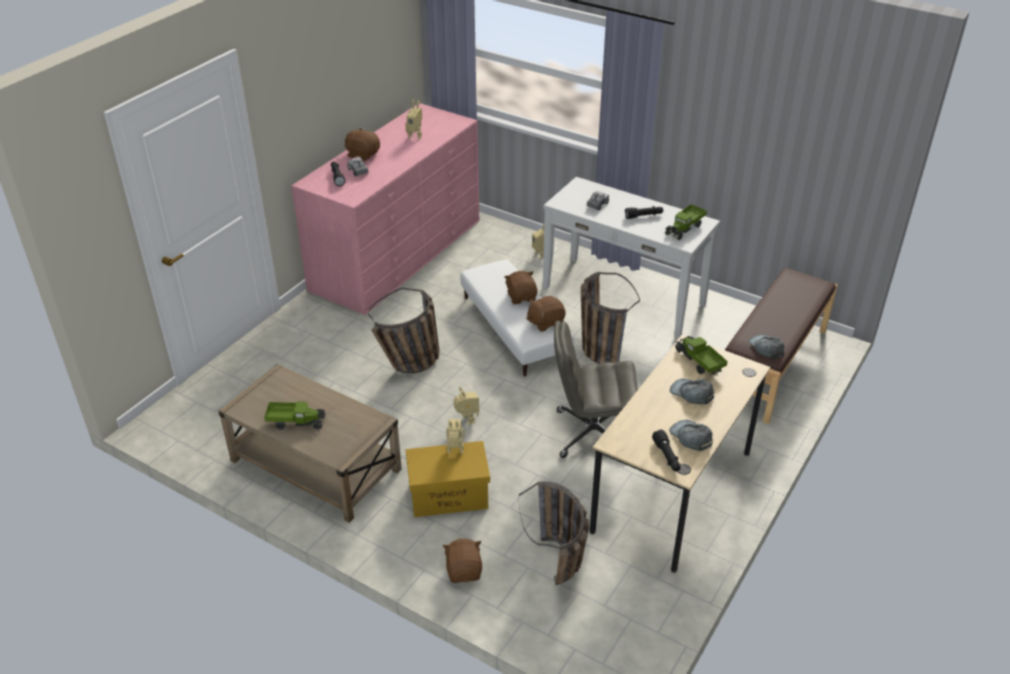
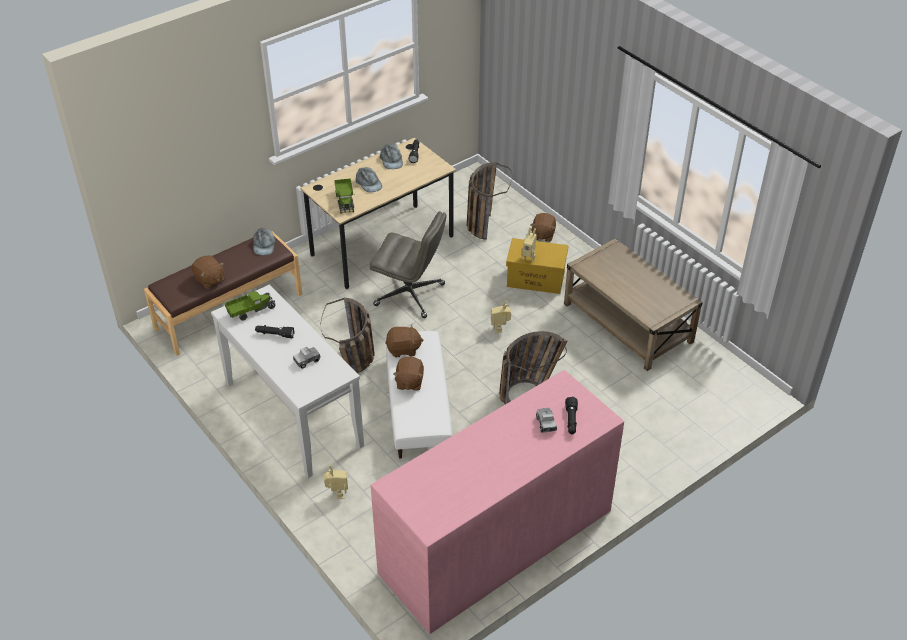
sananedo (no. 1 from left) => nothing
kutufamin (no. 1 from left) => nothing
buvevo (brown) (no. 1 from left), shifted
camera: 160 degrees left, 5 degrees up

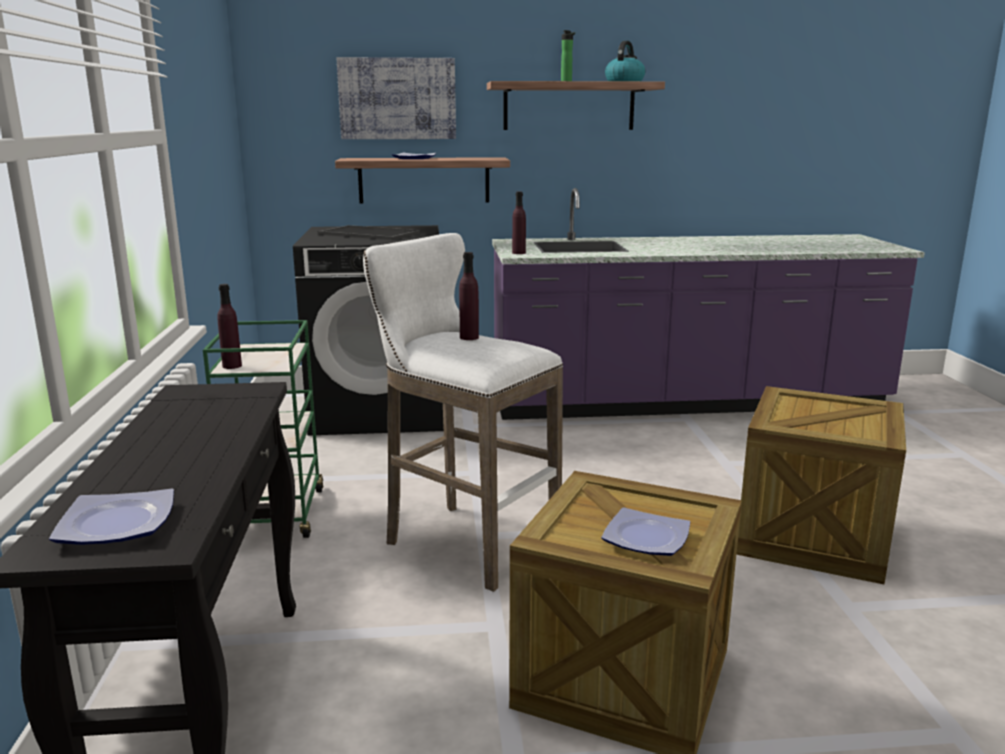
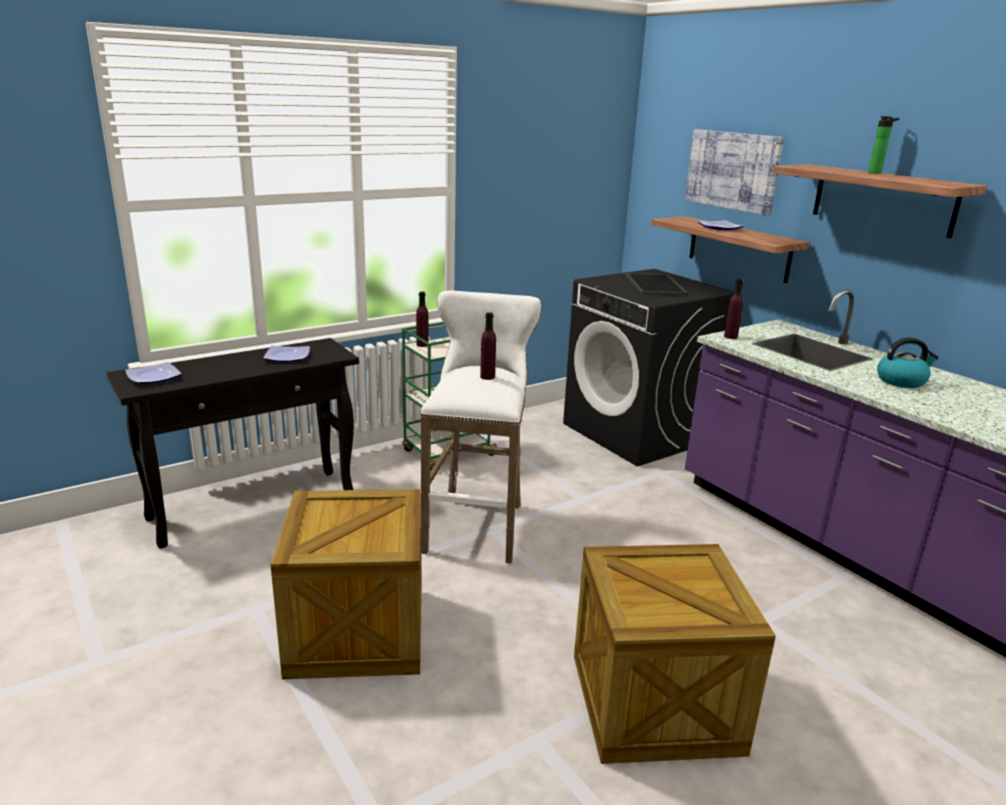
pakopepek (no. 3 from left in the first image) => pakopepek (no. 2 from left), shifted
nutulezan, shifted
camera: 60 degrees right, 5 degrees up

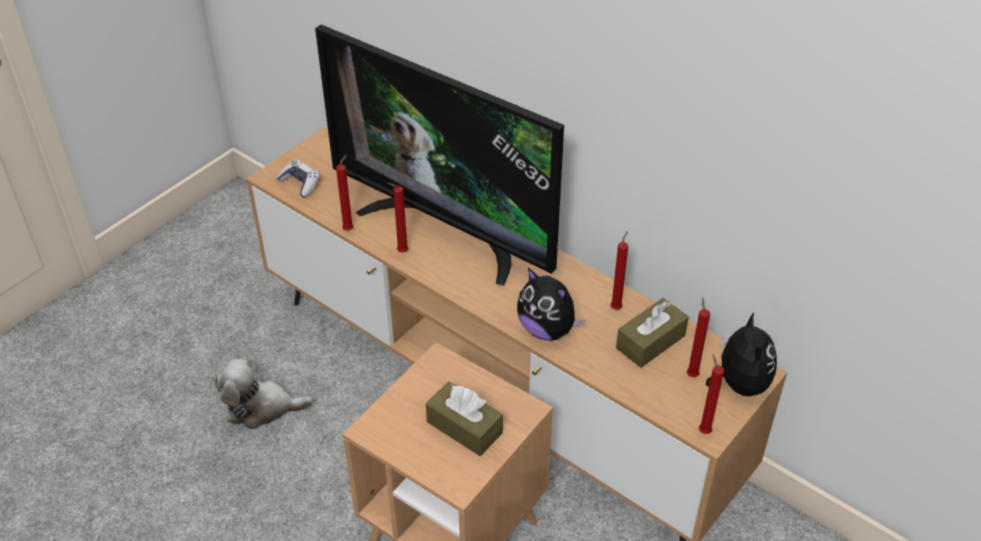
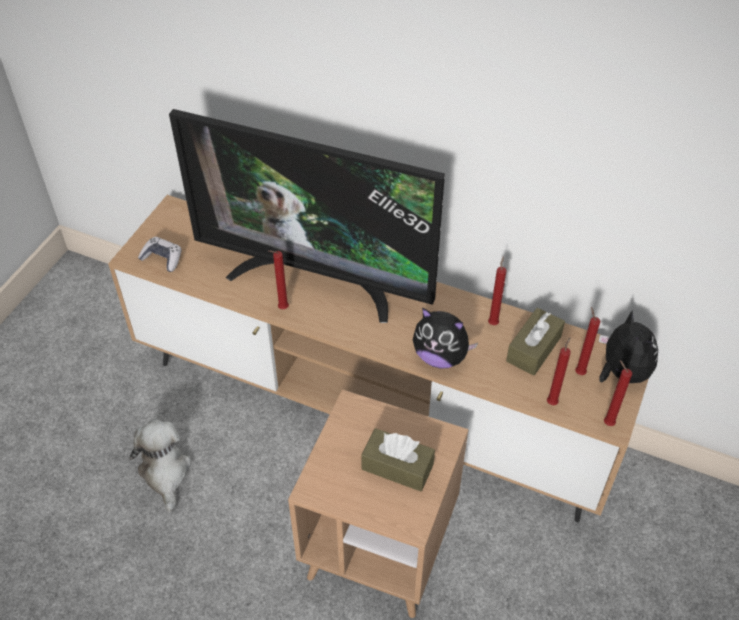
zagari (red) (no. 1 from left in the first image) => zagari (red) (no. 3 from left), shifted
buvevo (no. 1 from left), 90 degrees clockwise
camera: 15 degrees left, 5 degrees up

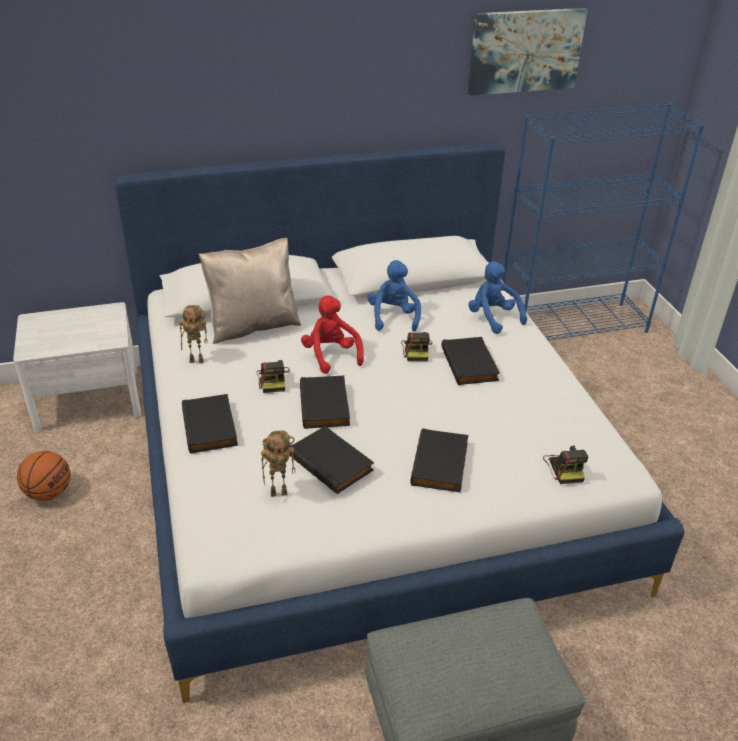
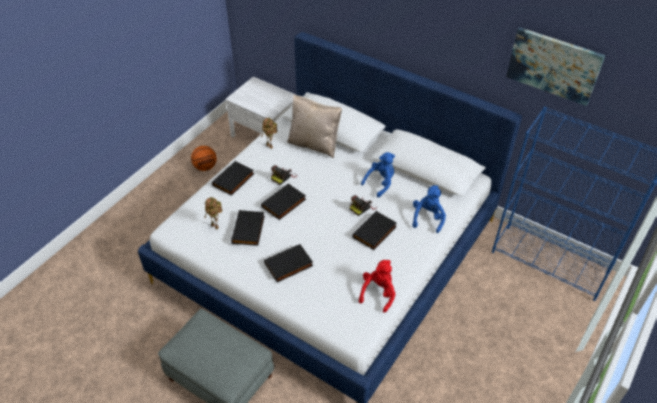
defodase (no. 3 from left) => nothing
buvevo (red), shifted
camera: 50 degrees right, 10 degrees up

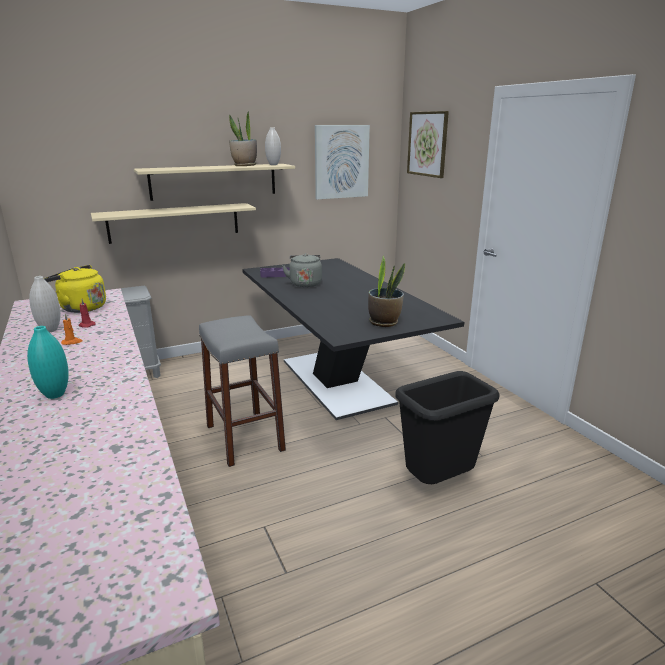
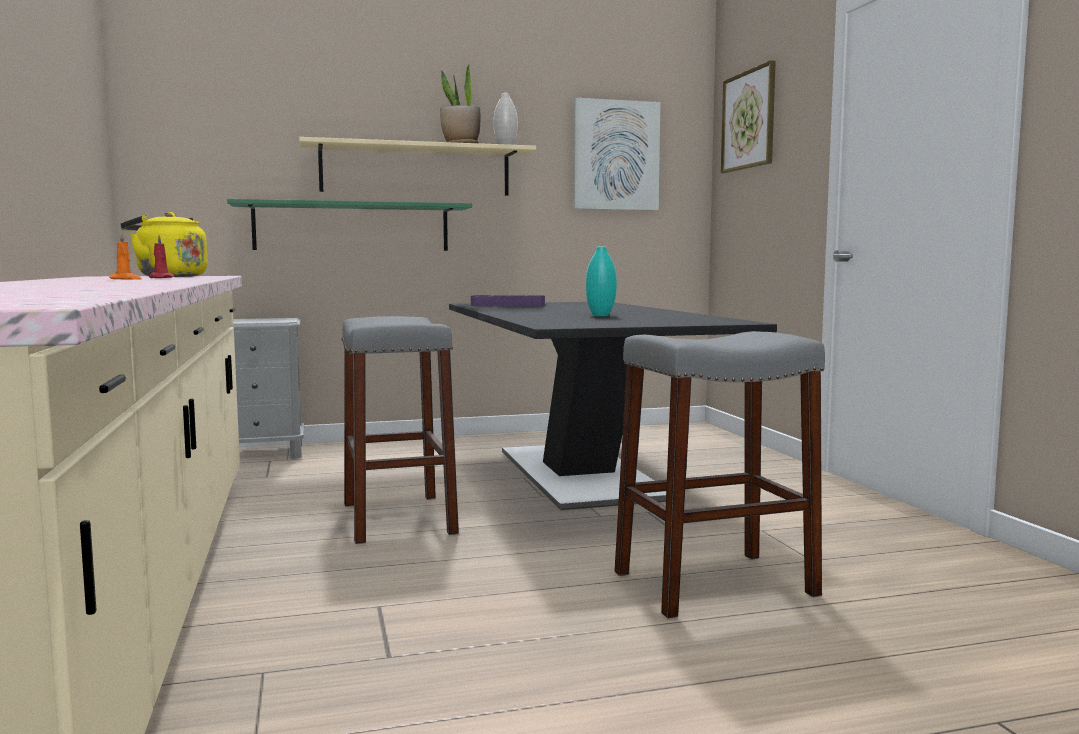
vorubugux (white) (no. 1 from left) => nothing
nutulezan (grey) => nothing
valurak (no. 2 from left) => nothing
vorubugux (turquoise), shifted
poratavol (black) => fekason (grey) (no. 2 from left)
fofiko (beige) (no. 1 from left) => fofiko (green)
camera: 10 degrees right, 15 degrees down

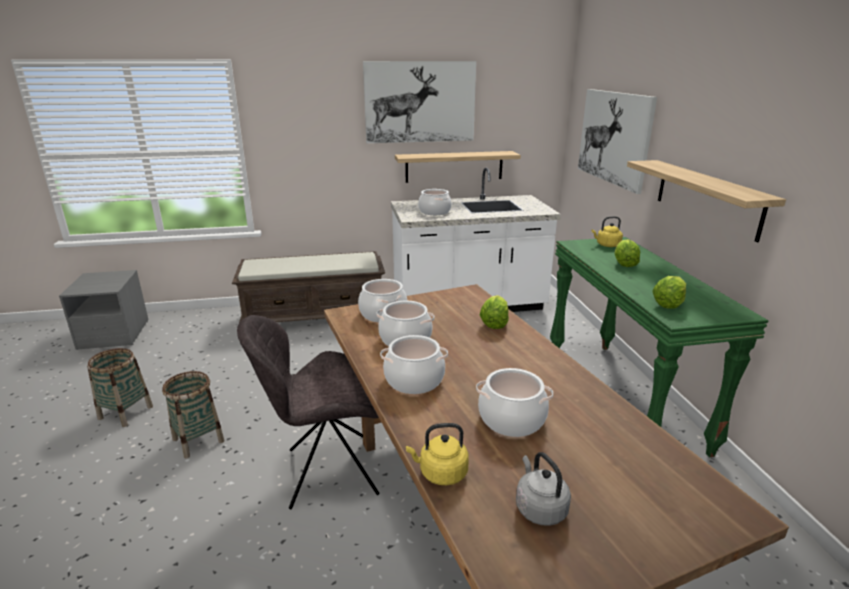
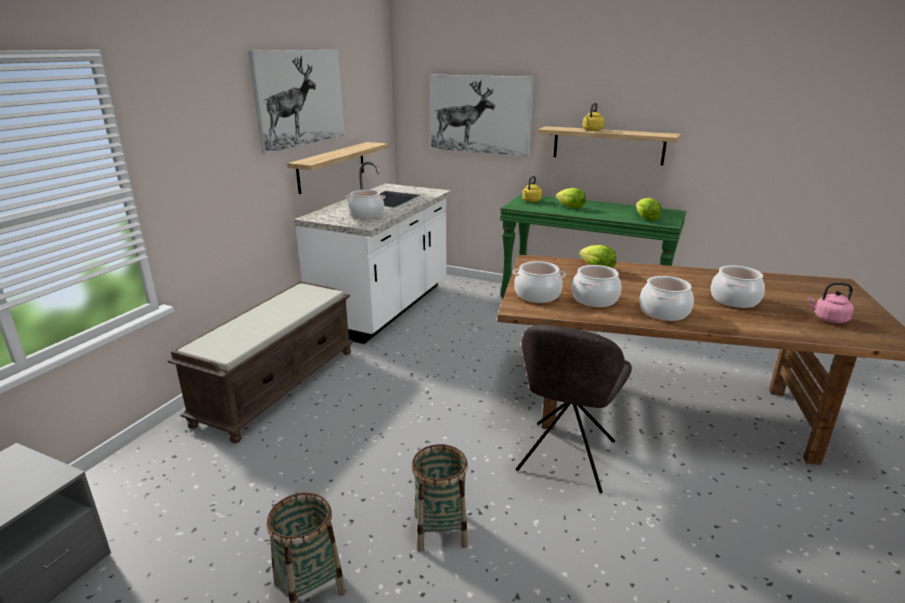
nutulezan (yellow) (no. 1 from left in the first image) => nutulezan (yellow) (no. 2 from left), shifted
nutulezan (grey) => nutulezan (pink)
camera: 55 degrees left, 0 degrees up

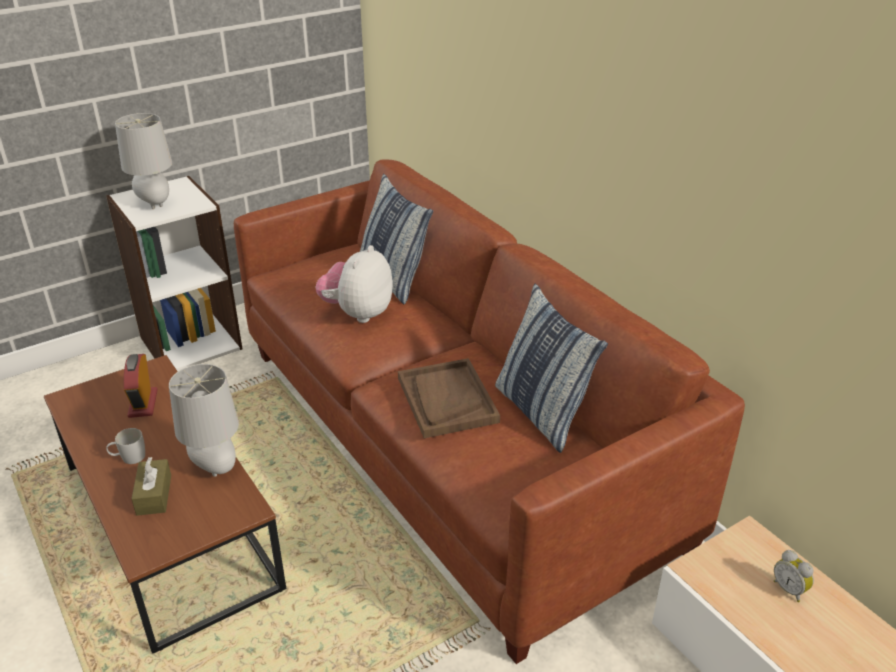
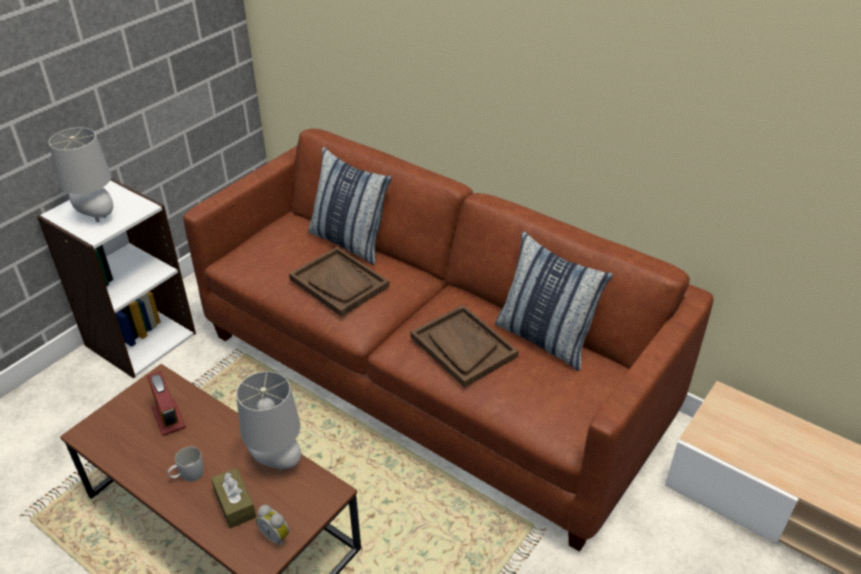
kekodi (no. 2 from left), shifted
buvevo => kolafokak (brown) (no. 1 from left)
camera: 20 degrees left, 5 degrees up

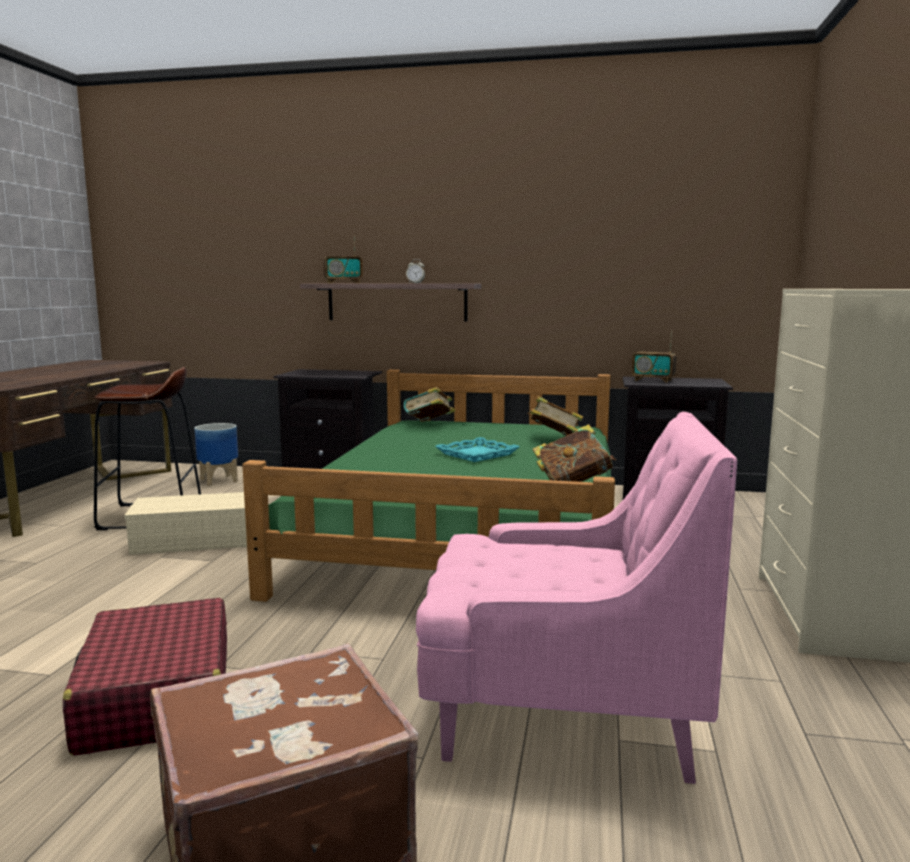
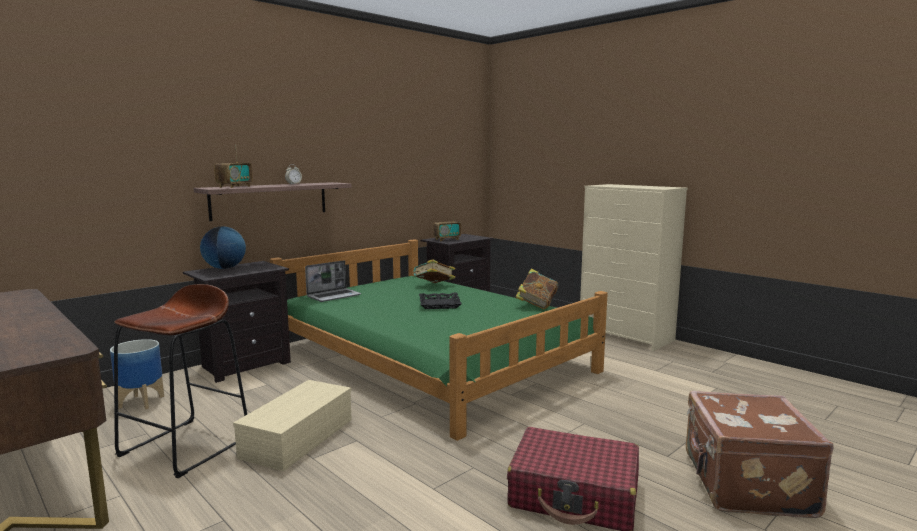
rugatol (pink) => nothing
nothing => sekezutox
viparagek (no. 1 from left) => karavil
kolafokak (turquoise) => kolafokak (black)
camera: 55 degrees left, 0 degrees up

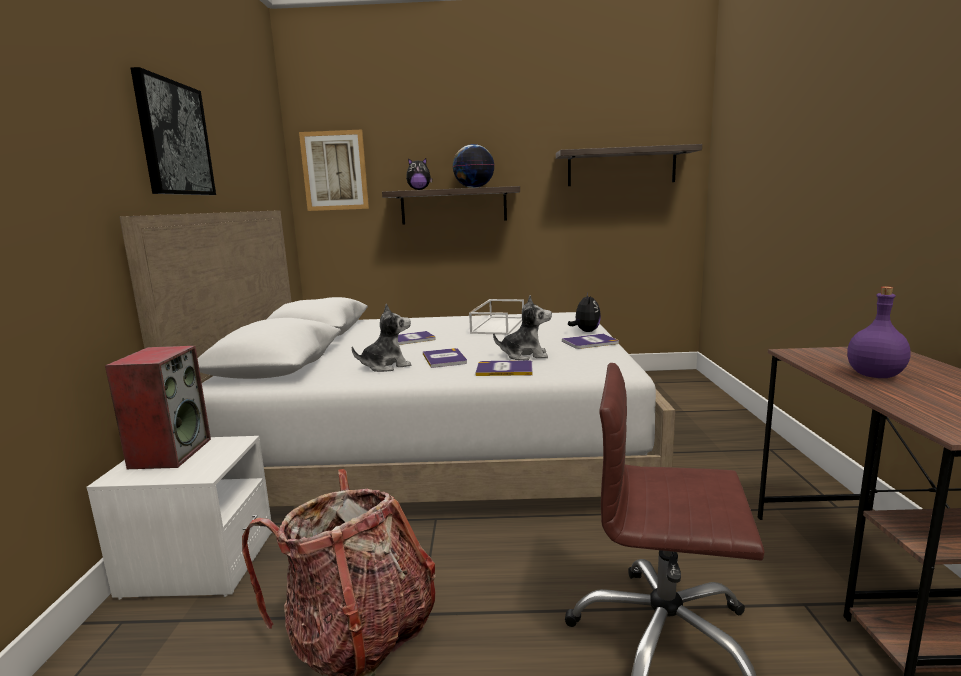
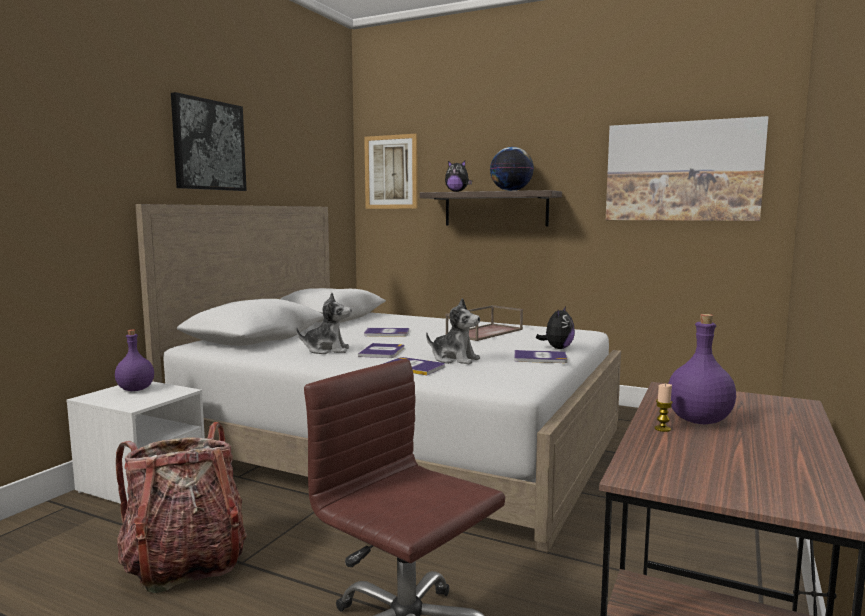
nothing => zagari
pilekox => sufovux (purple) (no. 1 from left)
fofiko (no. 2 from left) => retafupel (no. 3 from left)
kolafokak (white) => kolafokak (brown)
camera: 25 degrees right, 5 degrees down

